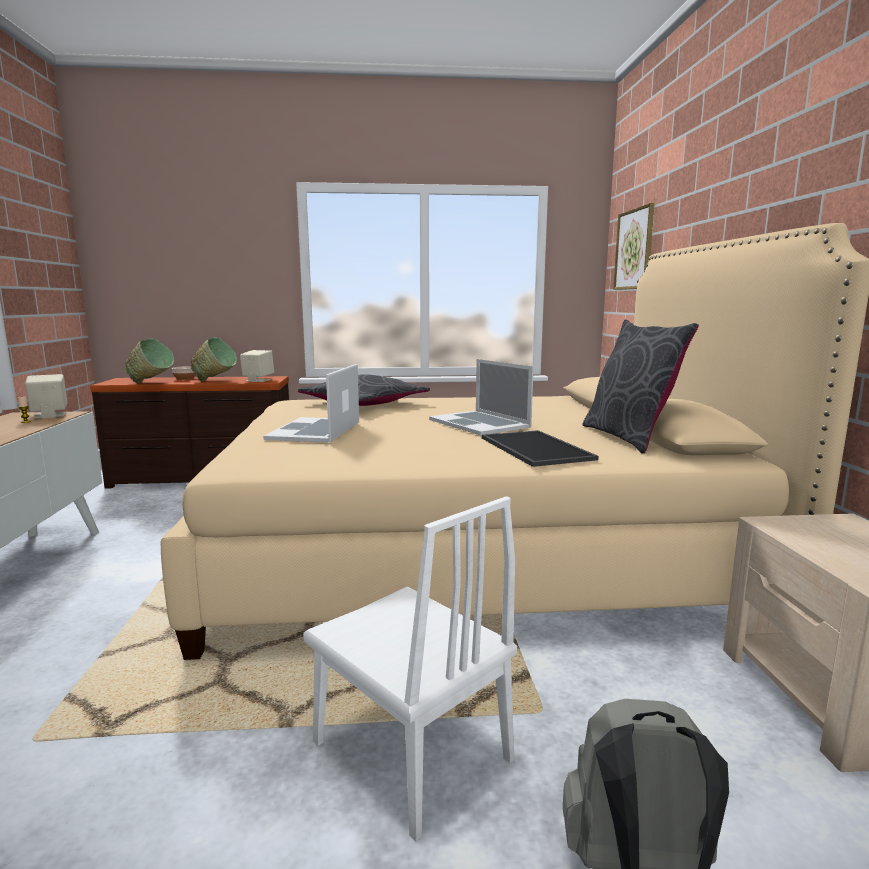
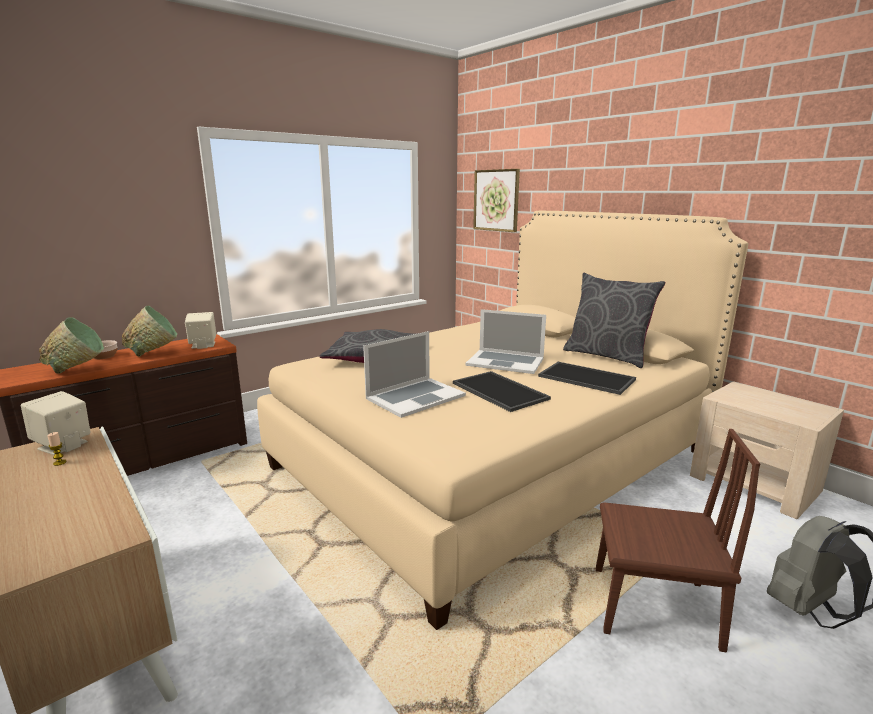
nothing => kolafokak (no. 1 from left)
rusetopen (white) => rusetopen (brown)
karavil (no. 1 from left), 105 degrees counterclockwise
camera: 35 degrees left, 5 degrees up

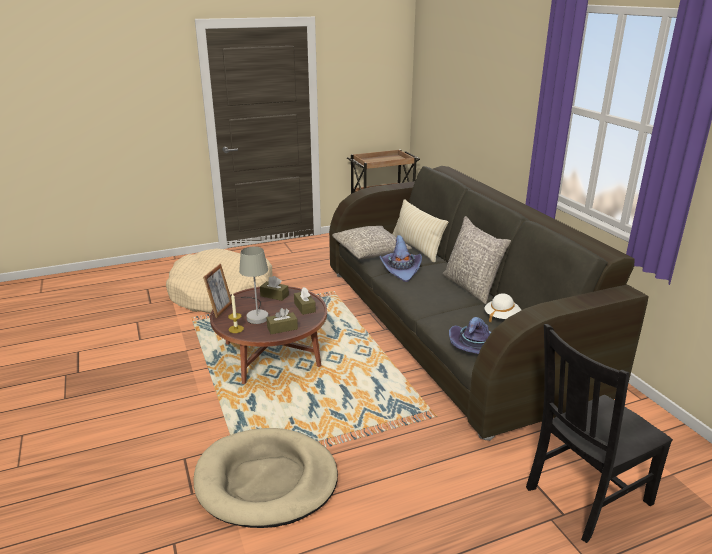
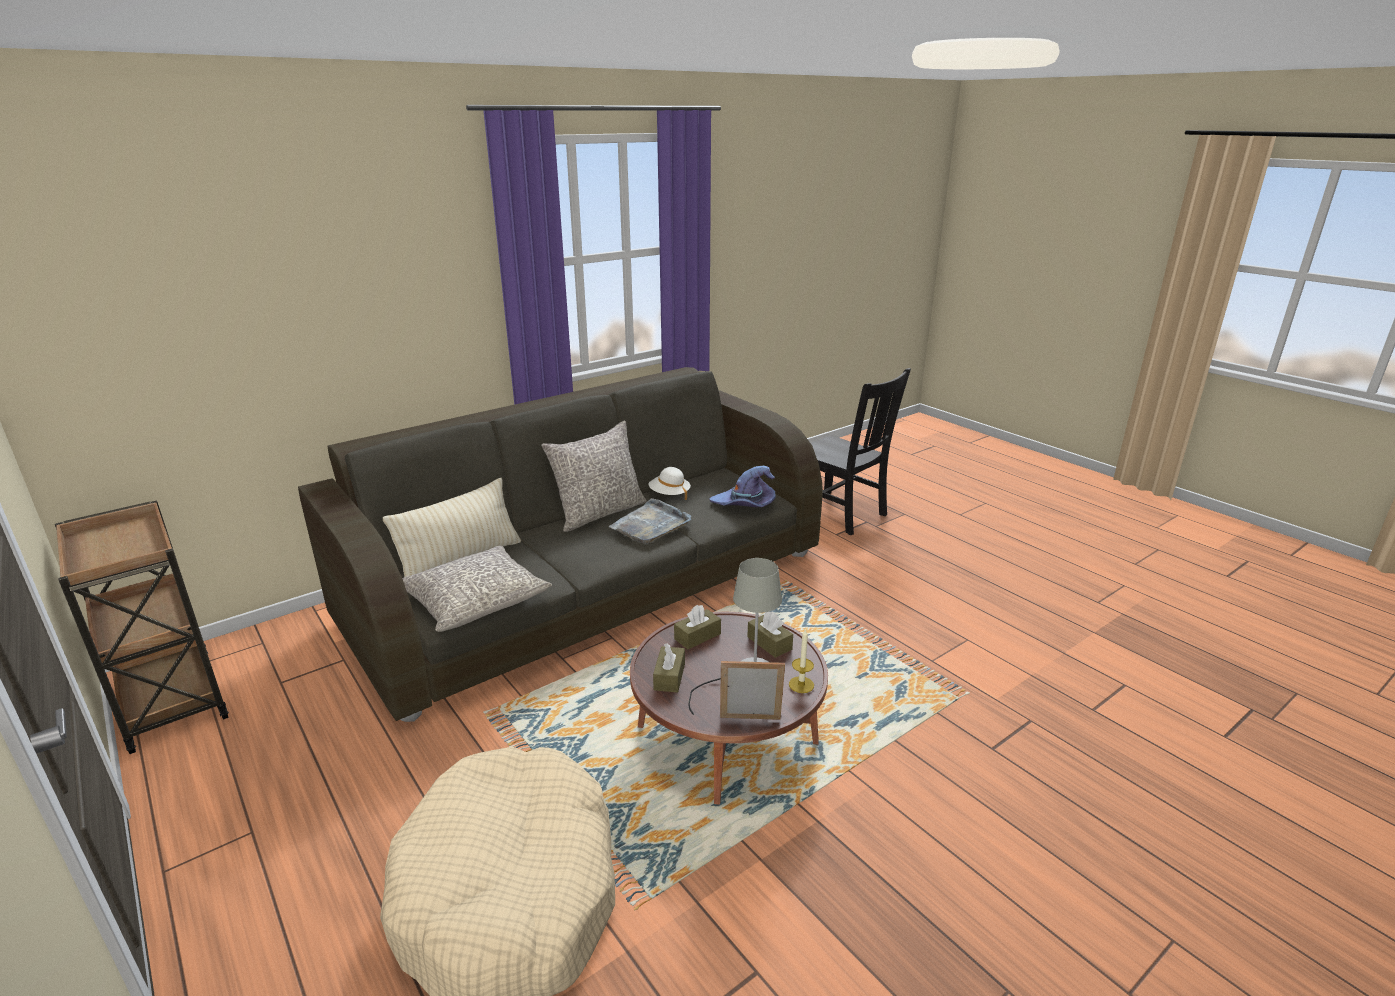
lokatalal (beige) (no. 2 from left) => nothing
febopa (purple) (no. 1 from left) => nothing
nothing => kolafokak (grey)
camera: 105 degrees left, 0 degrees up

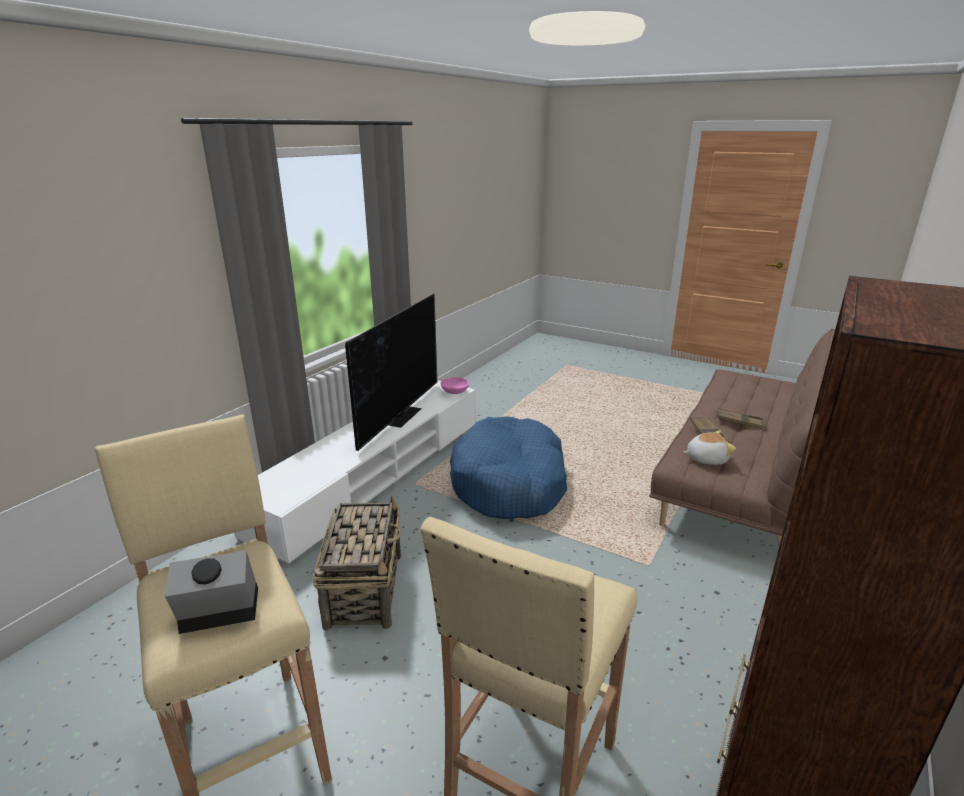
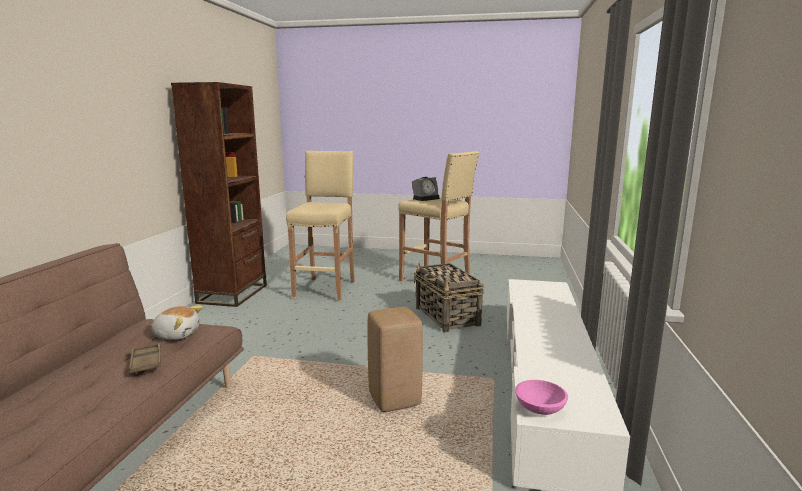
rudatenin => nothing
kolafokak (brown) (no. 2 from left) => nothing
lokatalal (blue) => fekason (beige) (no. 2 from left)
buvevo, 150 degrees counterclockwise
camera: 160 degrees right, 10 degrees down

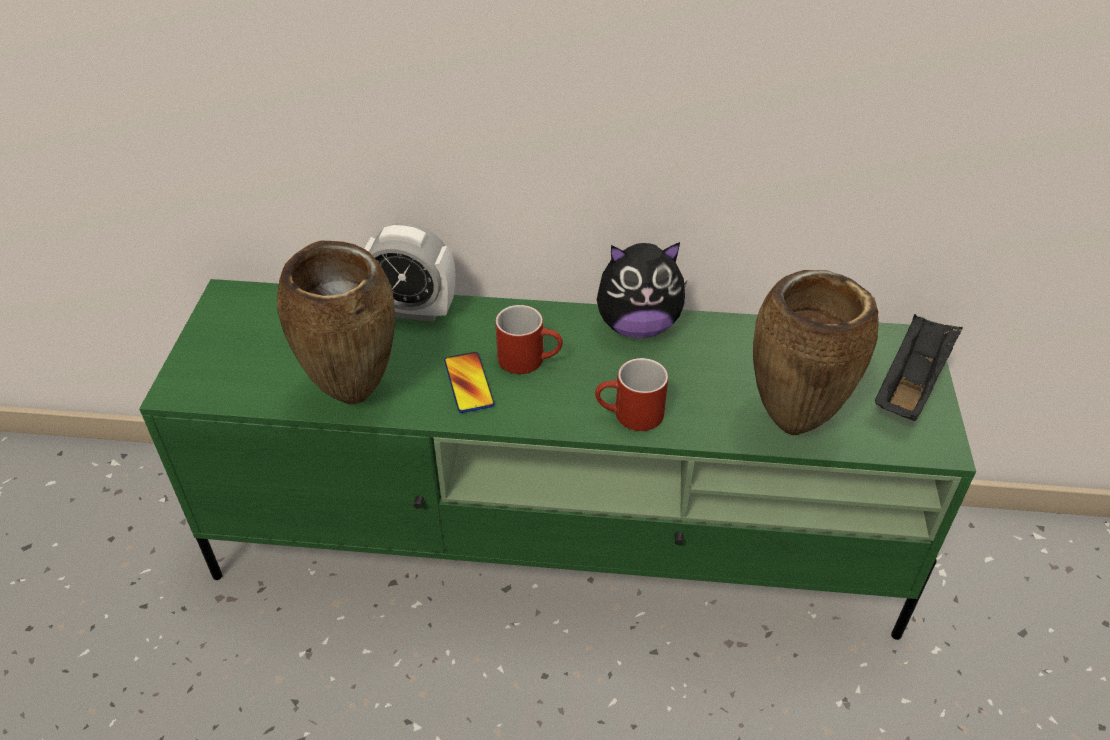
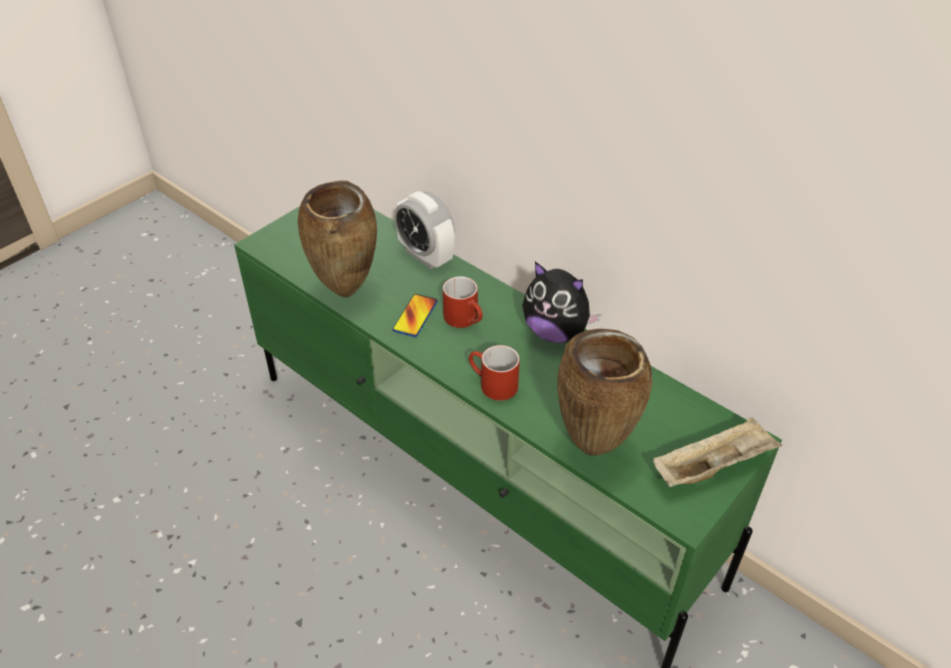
kolafokak (black) => kolafokak (beige)
camera: 35 degrees right, 0 degrees up

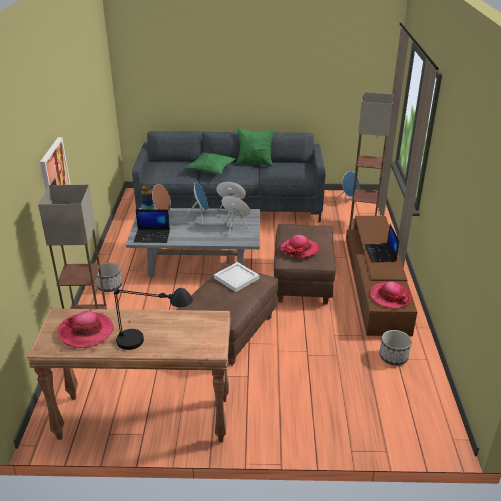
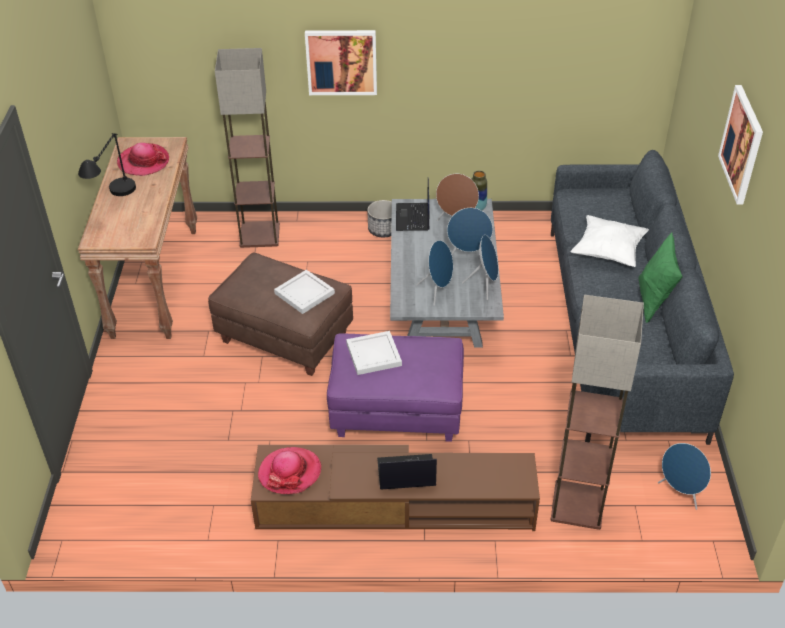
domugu (no. 2 from left) => nothing
nothing => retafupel (no. 2 from left)
febopa (no. 2 from left) => kolafokak (white) (no. 2 from left)
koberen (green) (no. 1 from left) => koberen (white)
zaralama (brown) (no. 2 from left) => zaralama (purple)
camera: 90 degrees right, 10 degrees up

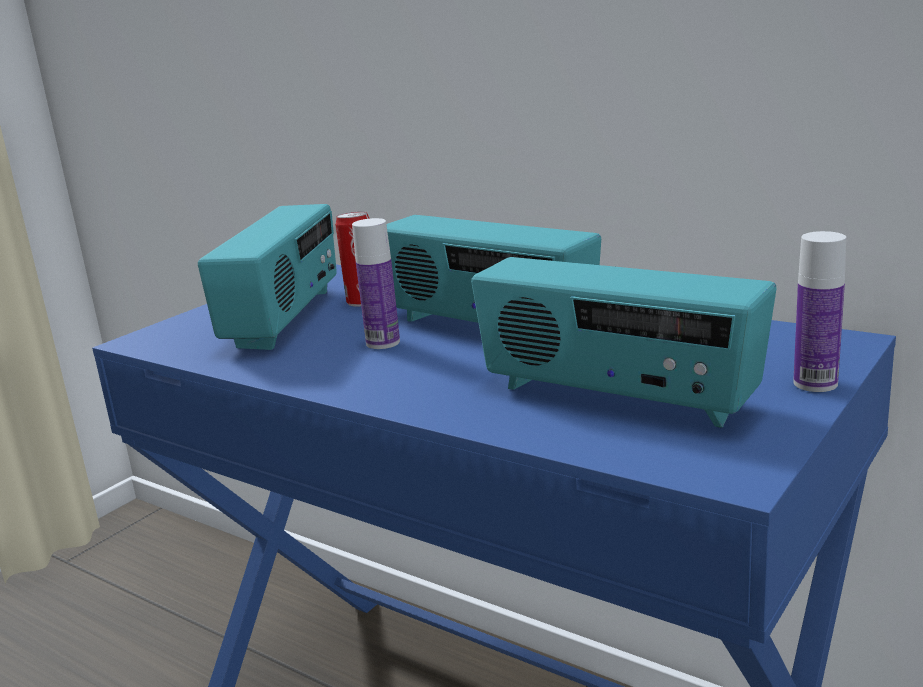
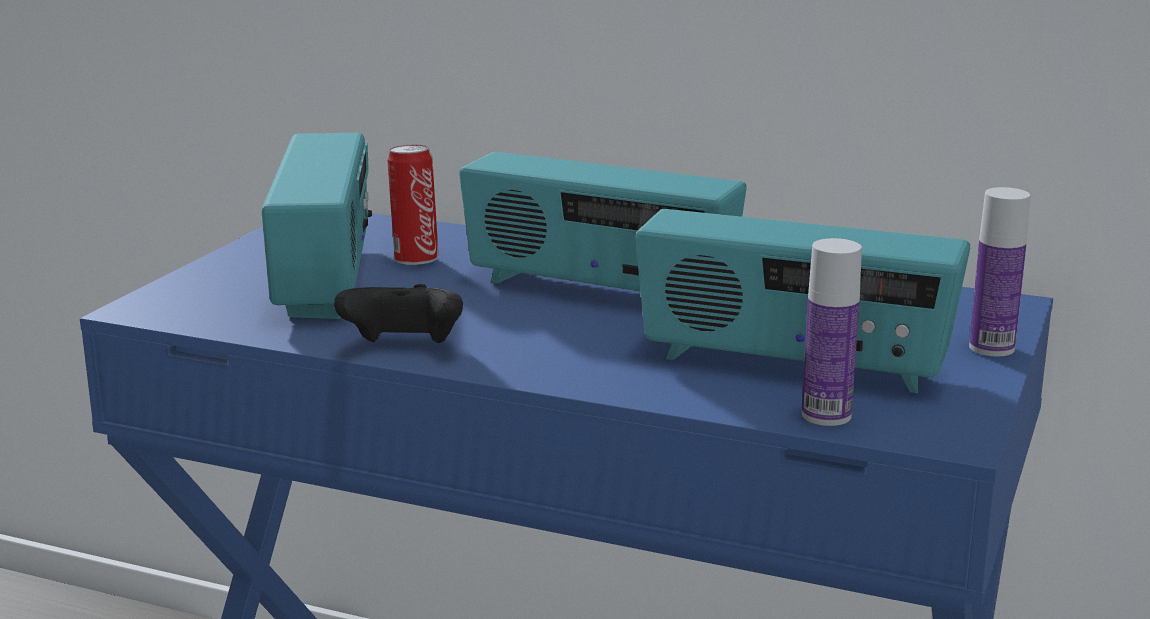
nothing => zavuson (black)
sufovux (no. 1 from left), shifted
camera: 15 degrees left, 0 degrees up

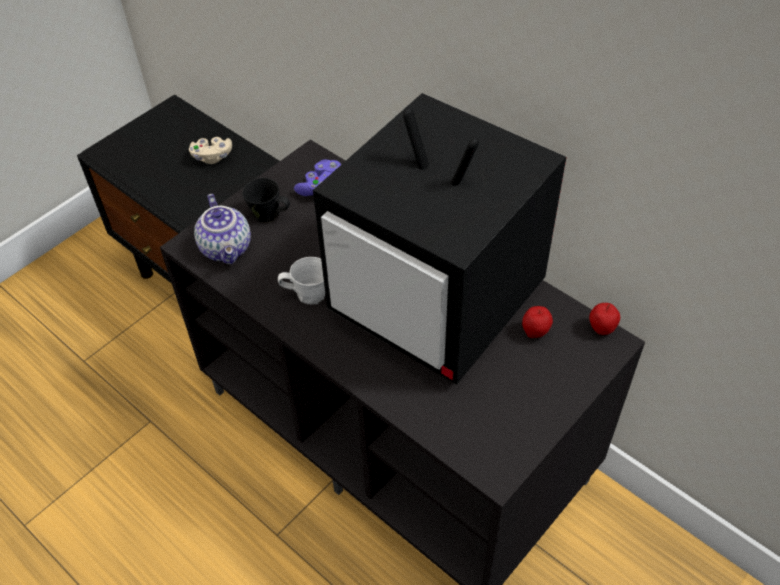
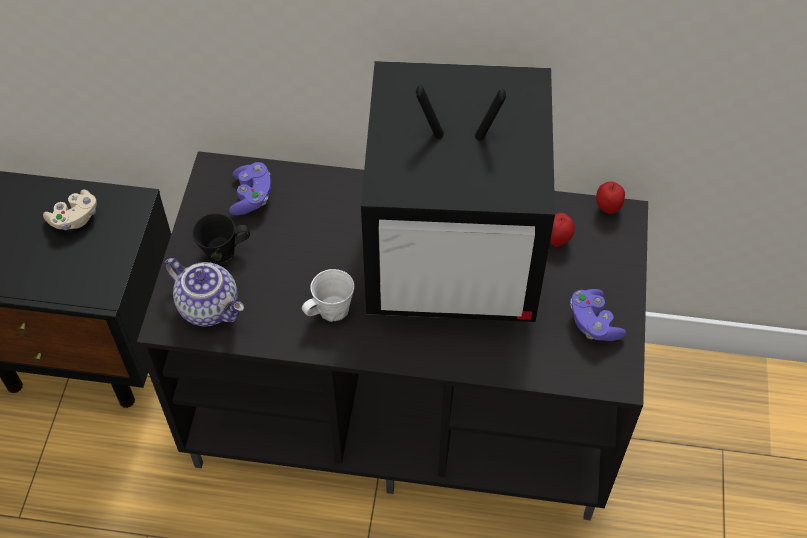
nothing => zavuson (purple) (no. 2 from left)
camera: 35 degrees left, 5 degrees up

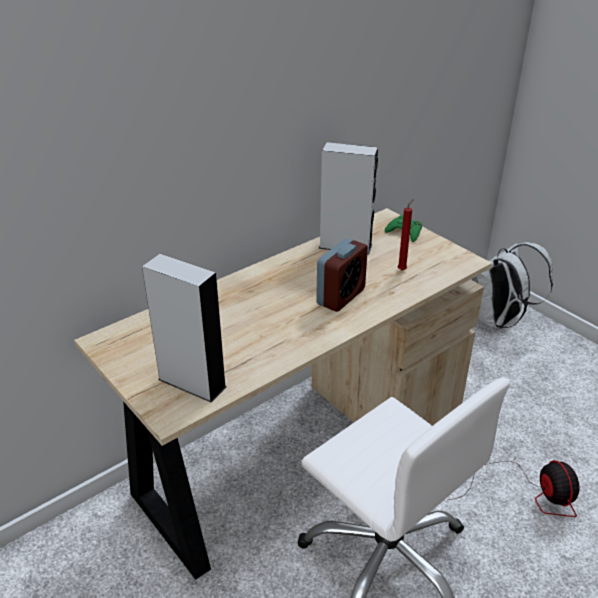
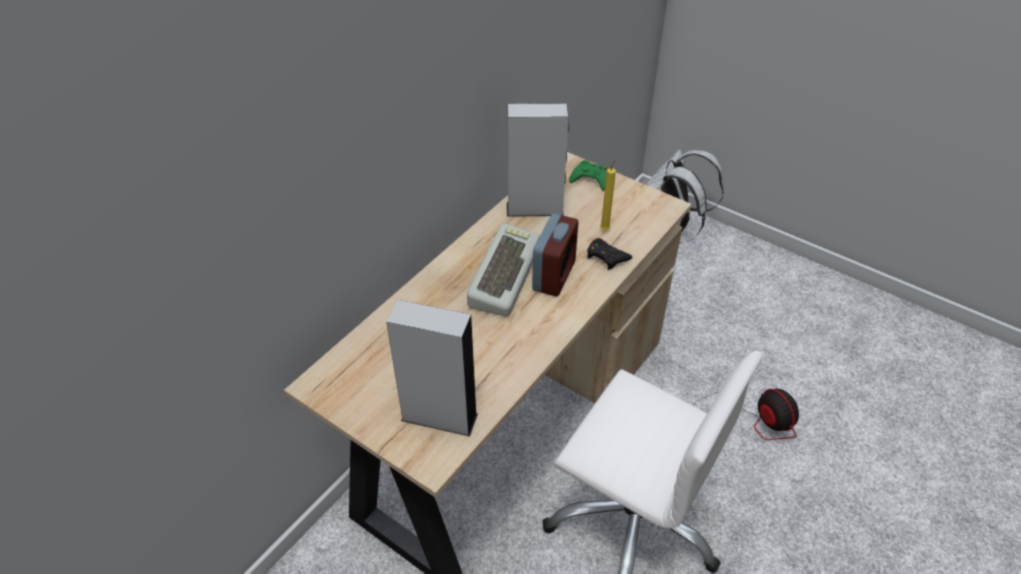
nothing => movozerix
nothing => zavuson (black)
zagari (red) => zagari (yellow)
camera: 15 degrees left, 10 degrees up

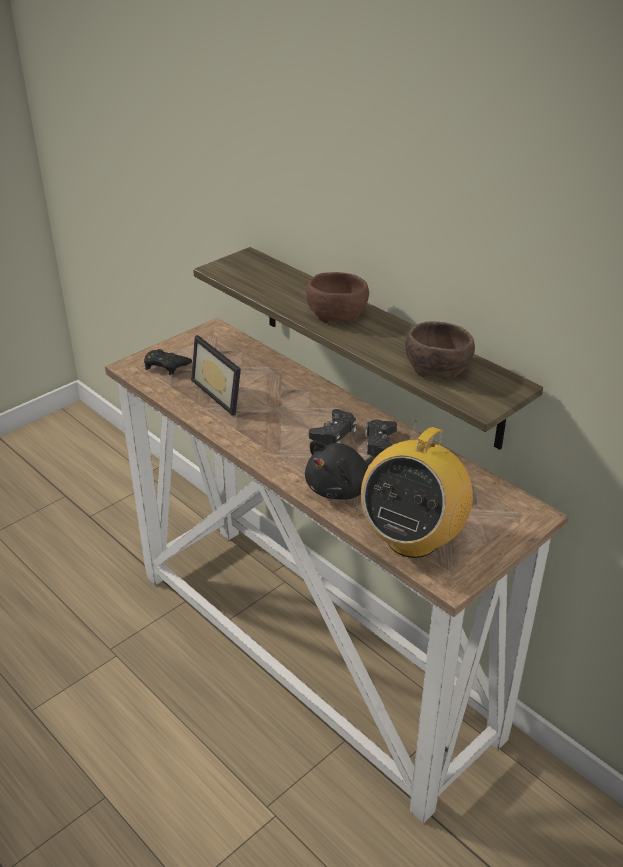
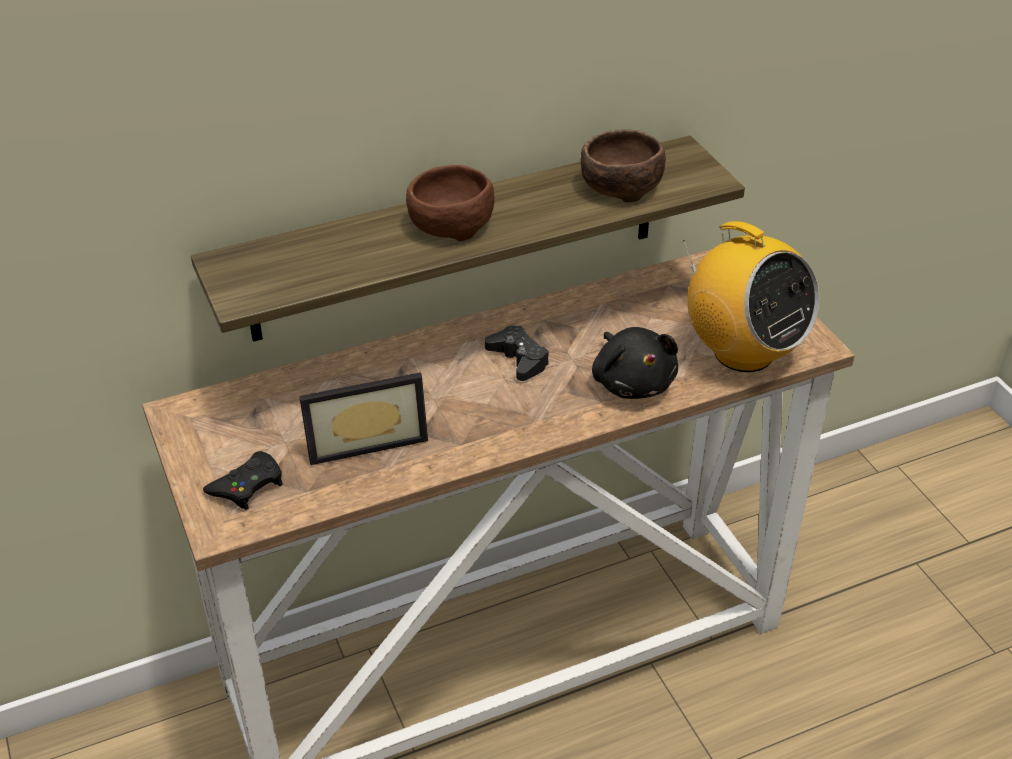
zavuson (black) (no. 3 from left) => nothing
camera: 70 degrees left, 5 degrees up

